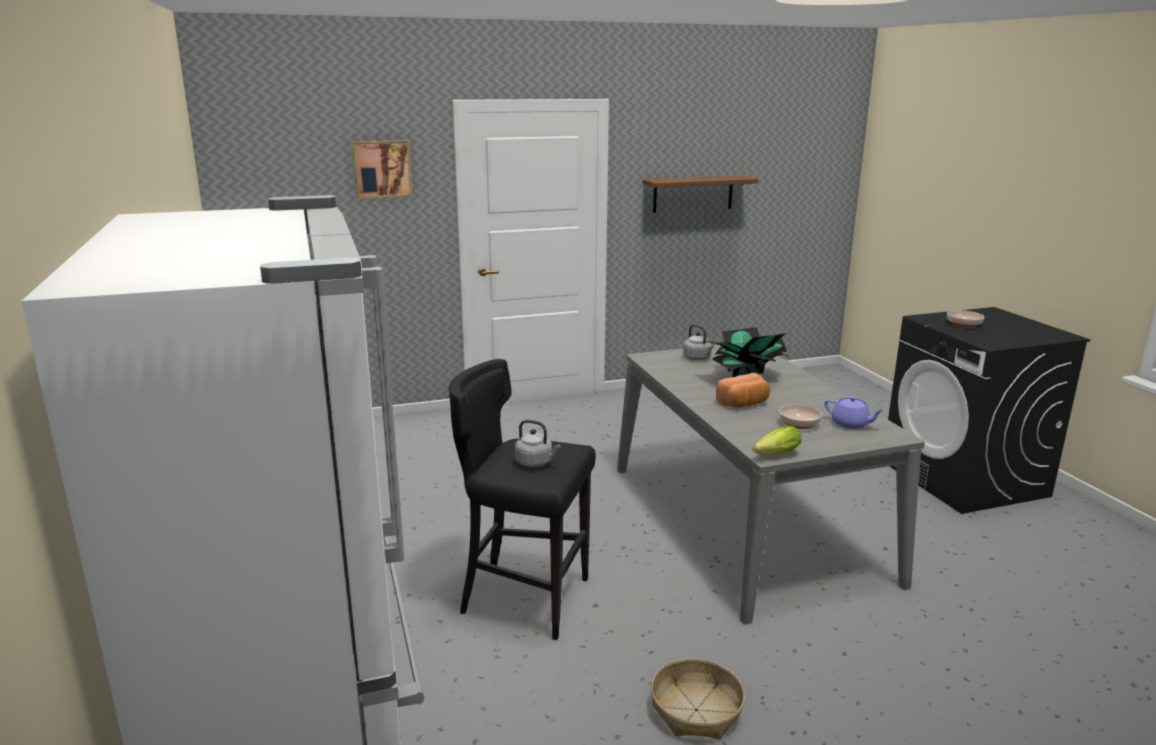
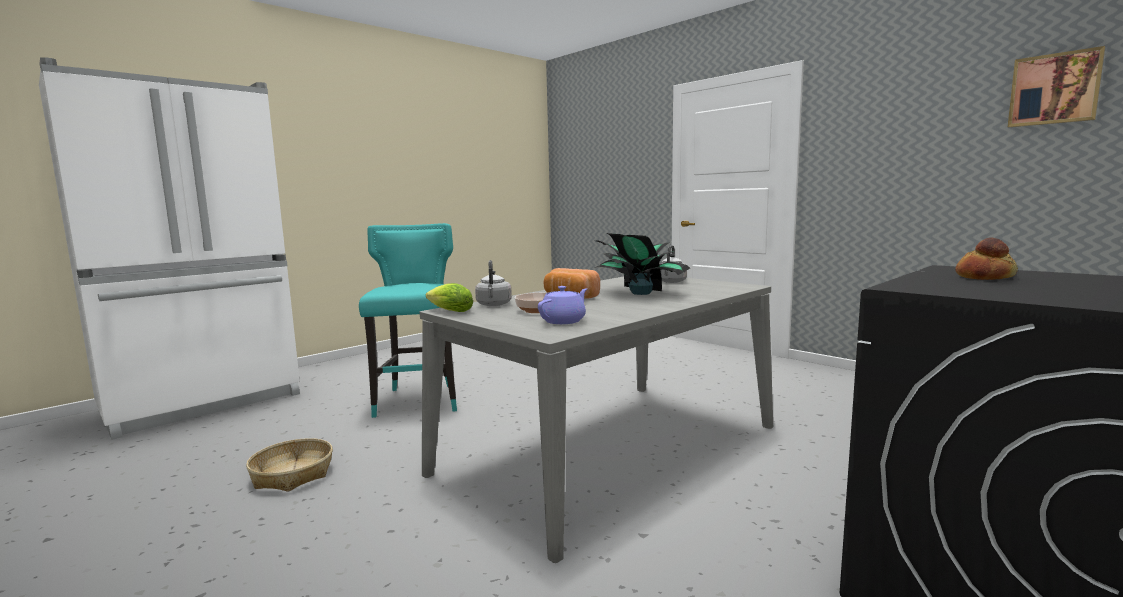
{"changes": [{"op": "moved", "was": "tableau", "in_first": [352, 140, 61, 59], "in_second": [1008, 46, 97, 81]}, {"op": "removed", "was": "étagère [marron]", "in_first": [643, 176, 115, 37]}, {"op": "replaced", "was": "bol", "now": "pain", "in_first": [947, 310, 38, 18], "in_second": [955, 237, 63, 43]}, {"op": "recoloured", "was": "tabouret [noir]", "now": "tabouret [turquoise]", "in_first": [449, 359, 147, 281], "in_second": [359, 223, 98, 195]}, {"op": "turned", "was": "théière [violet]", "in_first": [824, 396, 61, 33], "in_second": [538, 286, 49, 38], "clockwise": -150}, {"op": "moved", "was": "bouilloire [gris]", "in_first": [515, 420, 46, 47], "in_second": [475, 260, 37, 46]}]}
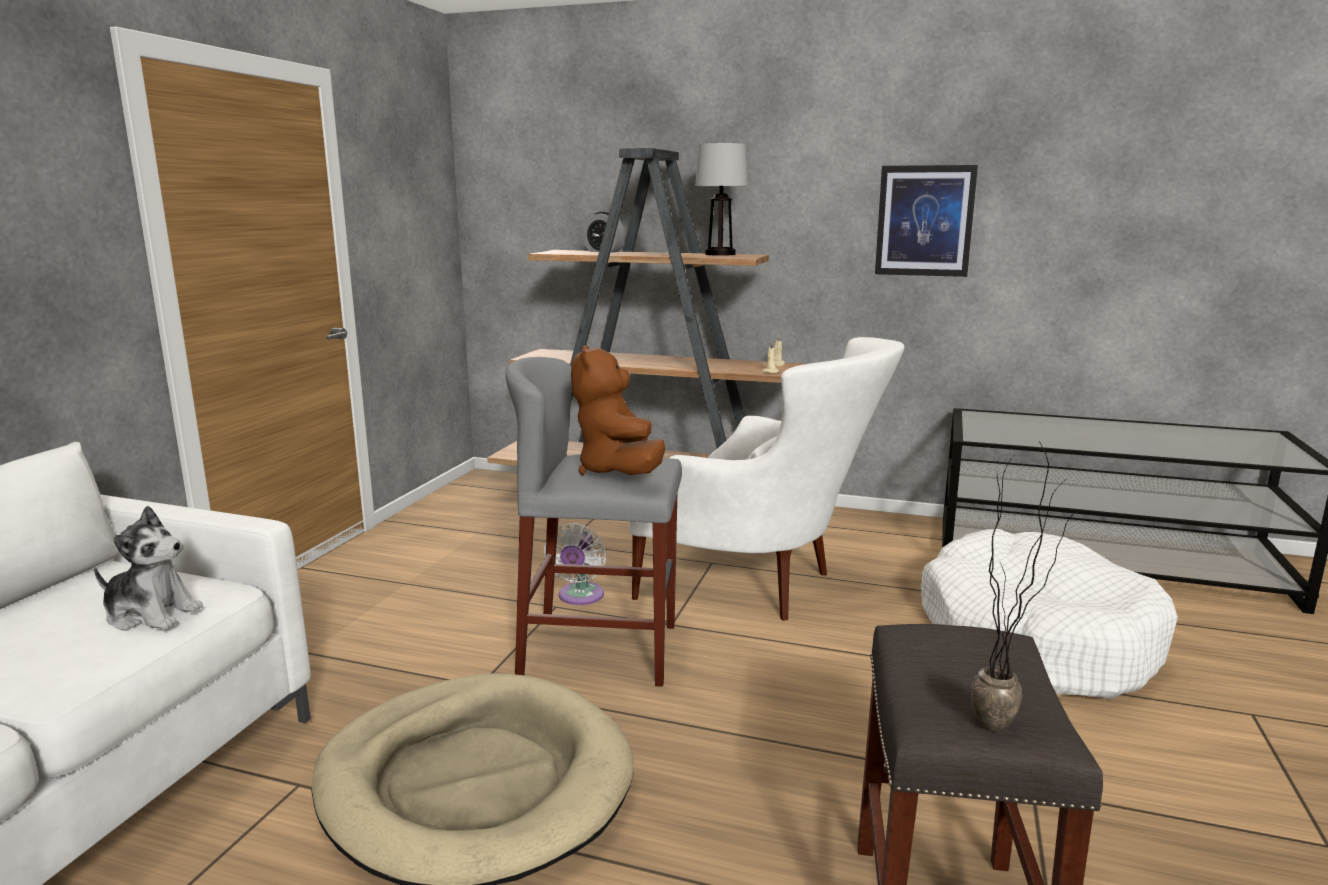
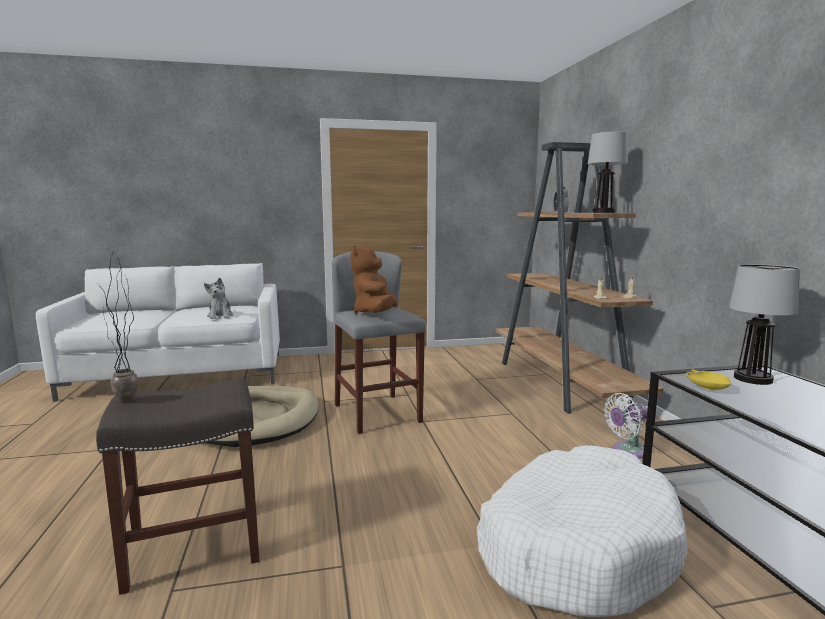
{"changes": [{"op": "removed", "was": "tableau", "in_first": [875, 165, 103, 112]}, {"op": "removed", "was": "fauteuil [blanc]", "in_first": [629, 337, 275, 284]}, {"op": "turned", "was": "peluche [marron]", "in_first": [571, 345, 94, 130], "in_second": [350, 245, 48, 69], "clockwise": -45}, {"op": "moved", "was": "ventilateur [blanc]", "in_first": [544, 523, 62, 82], "in_second": [604, 393, 43, 66]}, {"op": "added", "now": "lampe de table", "in_second": [729, 264, 71, 121]}, {"op": "added", "now": "bol [jaune]", "in_second": [686, 369, 45, 22]}]}
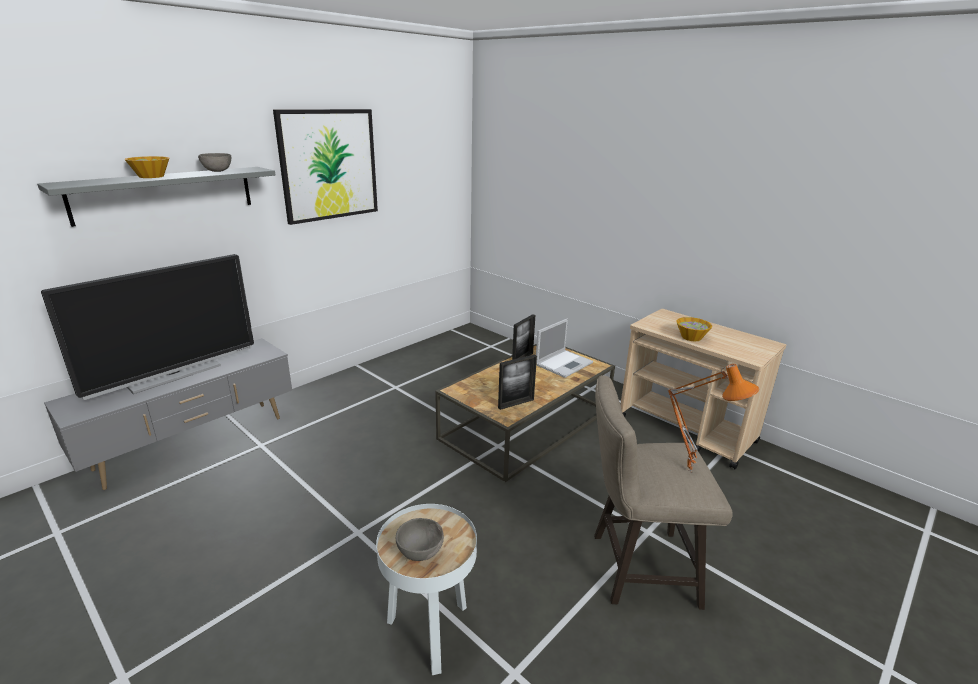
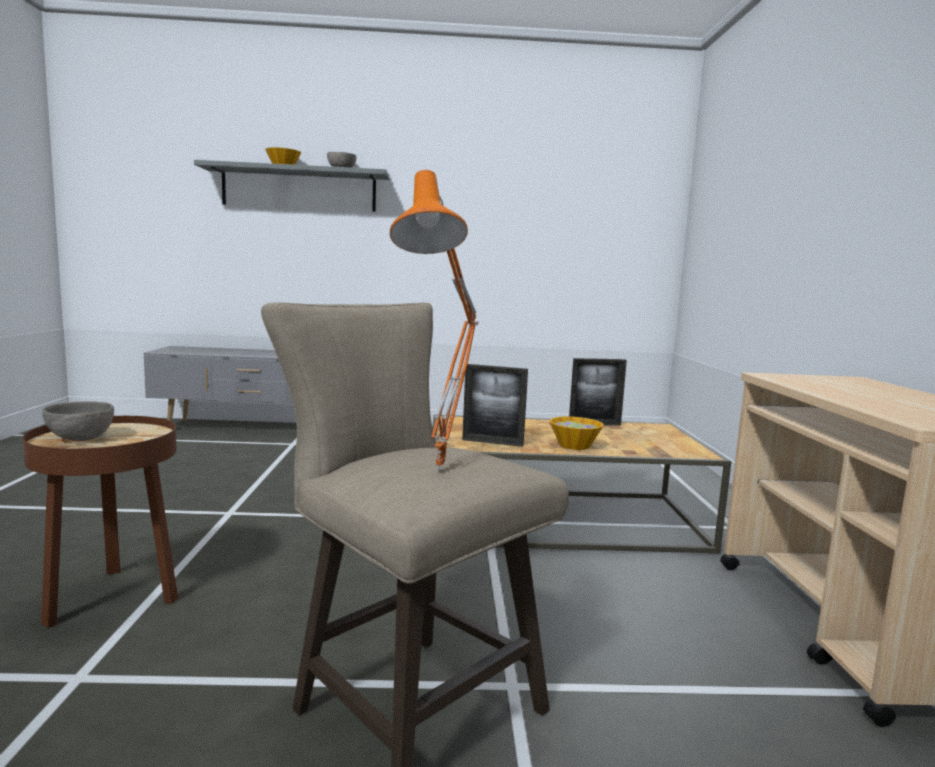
{"changes": [{"op": "removed", "was": "tableau", "in_first": [273, 109, 105, 116]}, {"op": "removed", "was": "téléviseur", "in_first": [41, 254, 213, 146]}, {"op": "moved", "was": "bol", "in_first": [676, 317, 36, 24], "in_second": [549, 416, 54, 34]}, {"op": "removed", "was": "ordinateur portable", "in_first": [536, 318, 57, 60]}, {"op": "recoloured", "was": "table d'appoint [blanc]", "now": "table d'appoint [marron]", "in_first": [376, 504, 101, 171], "in_second": [22, 416, 156, 212]}]}
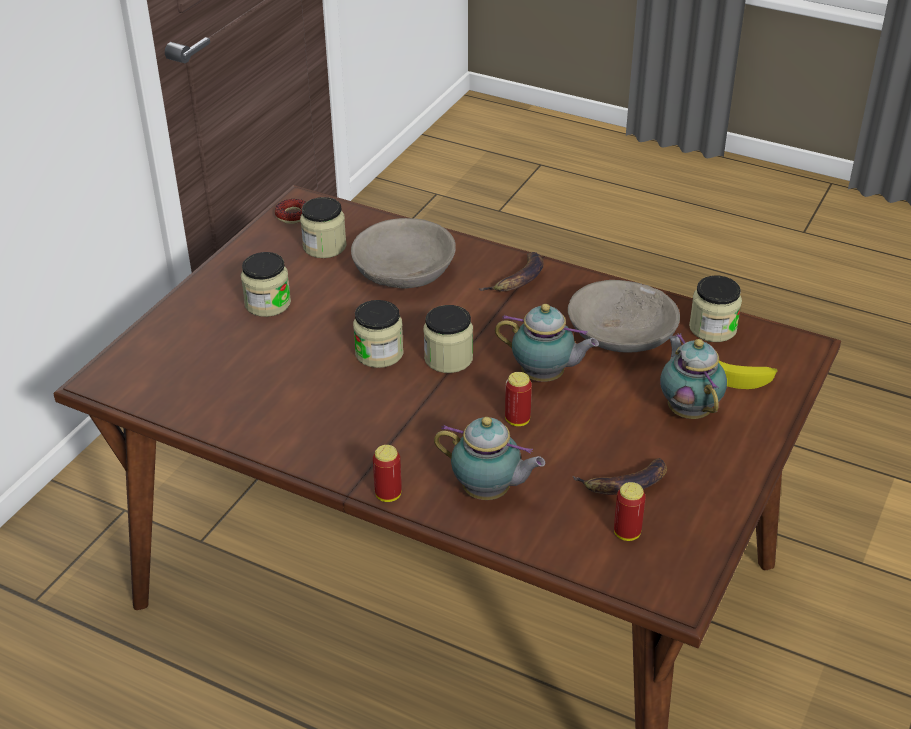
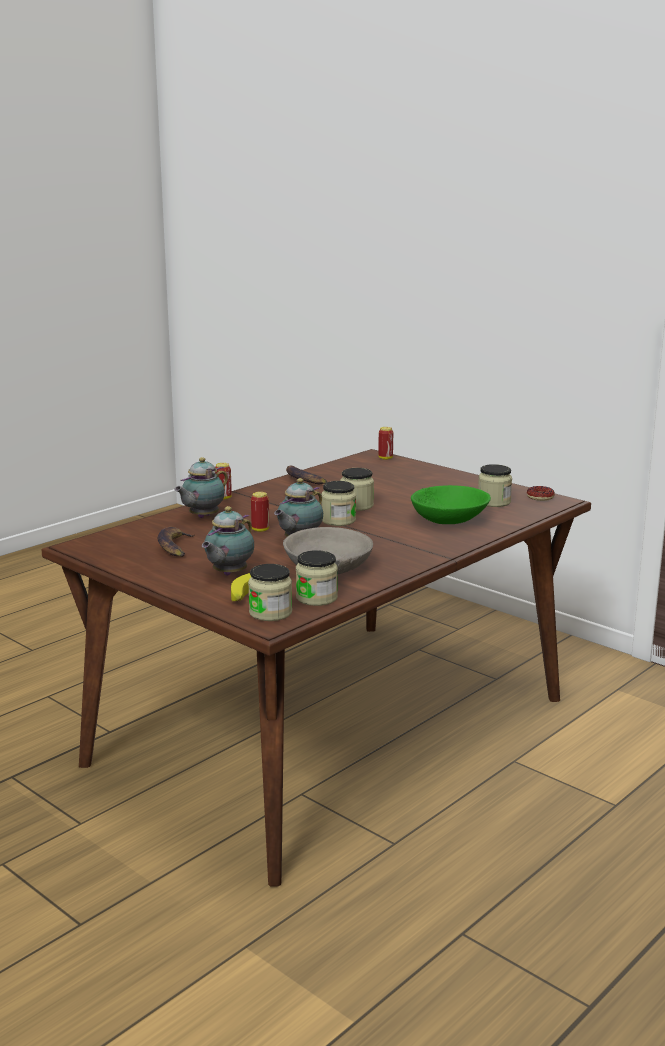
{"changes": [{"op": "recoloured", "was": "bol [gris]", "now": "bol [vert]", "in_first": [351, 218, 105, 70], "in_second": [411, 485, 80, 39]}, {"op": "moved", "was": "bocal", "in_first": [241, 252, 50, 65], "in_second": [248, 564, 44, 57]}, {"op": "moved", "was": "banane", "in_first": [479, 252, 65, 40], "in_second": [286, 465, 41, 19]}, {"op": "turned", "was": "théière", "in_first": [660, 333, 67, 86], "in_second": [202, 506, 52, 70], "clockwise": 120}, {"op": "moved", "was": "boîte métallique", "in_first": [614, 482, 32, 59], "in_second": [378, 427, 15, 33]}]}
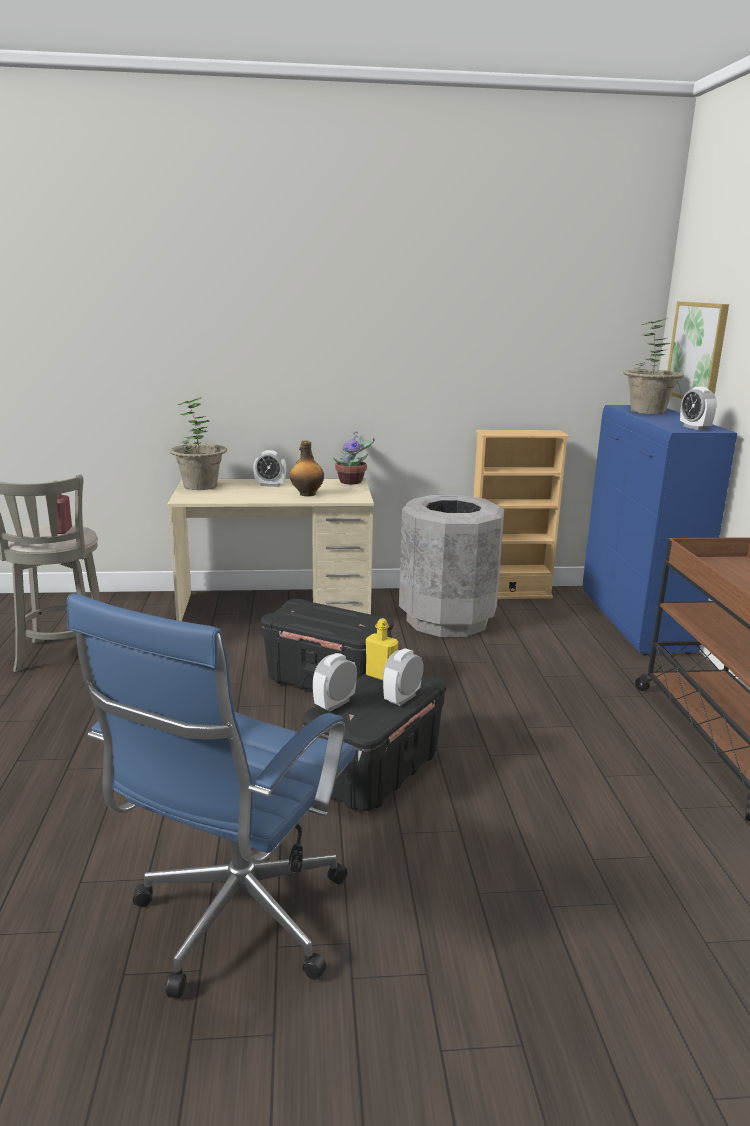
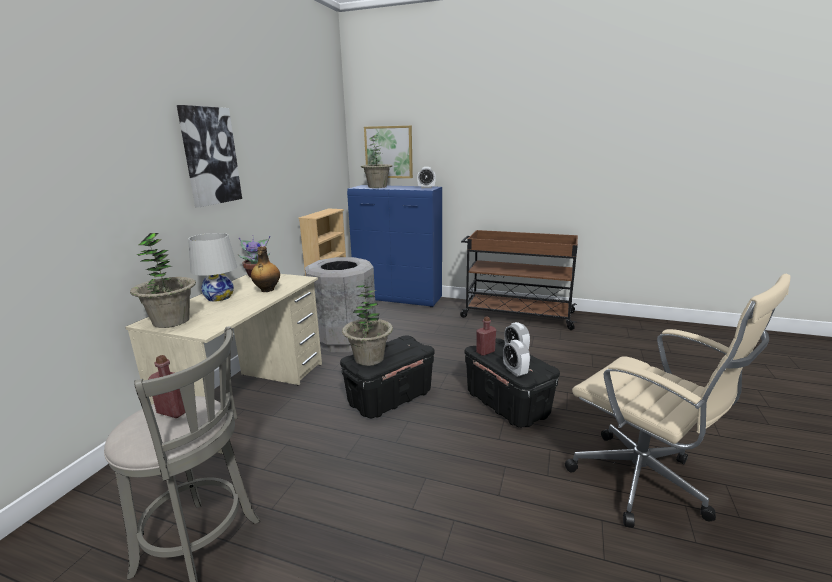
{"changes": [{"op": "replaced", "was": "réveil", "now": "lampe de table [blanc]", "in_first": [253, 450, 33, 37], "in_second": [188, 233, 49, 68]}, {"op": "recoloured", "was": "chaise de bureau [bleu]", "now": "chaise de bureau [beige]", "in_first": [67, 593, 289, 406], "in_second": [565, 274, 226, 254]}, {"op": "recoloured", "was": "bouteille [jaune]", "now": "bouteille [rouge]", "in_first": [366, 618, 32, 62], "in_second": [476, 316, 20, 40]}, {"op": "added", "now": "tableau", "in_second": [177, 105, 65, 102]}, {"op": "added", "now": "plante en pot", "in_second": [342, 285, 51, 81]}]}
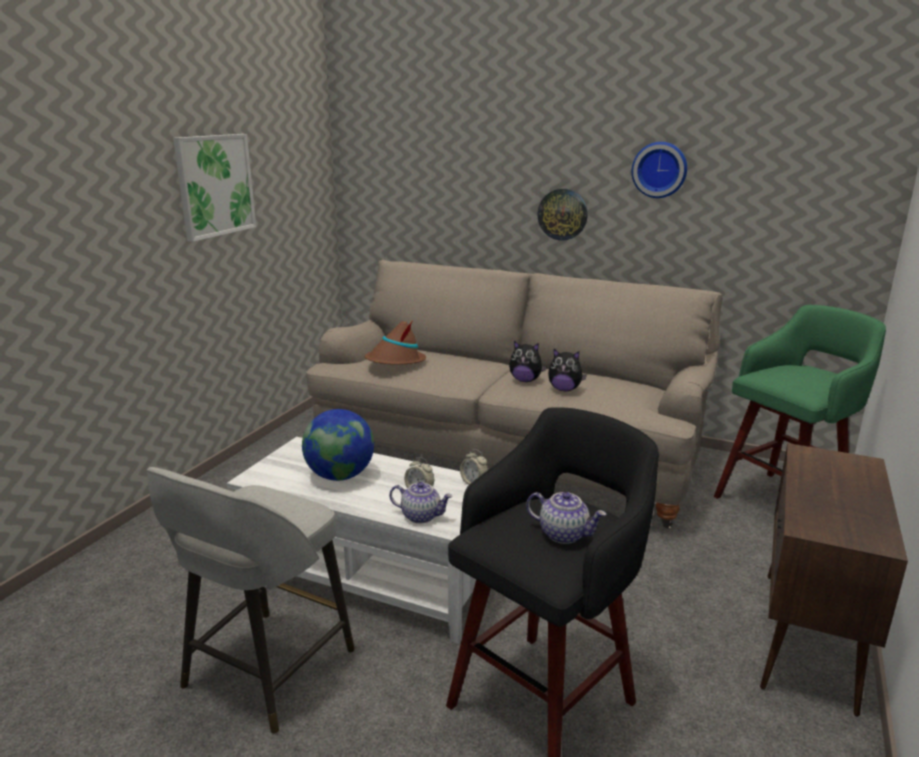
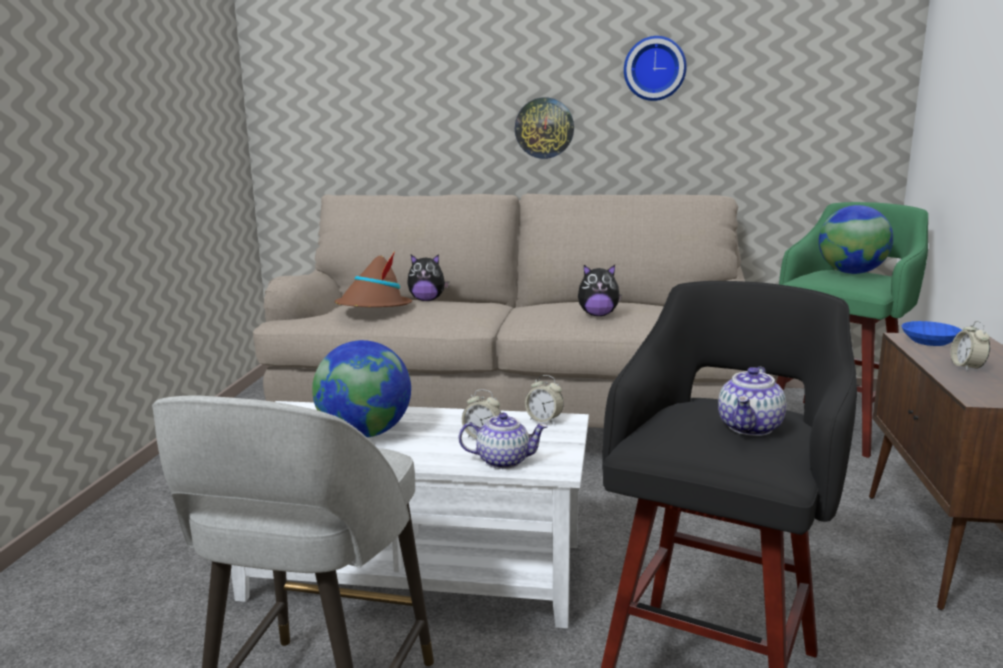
{"changes": [{"op": "removed", "was": "tableau", "in_first": [173, 134, 83, 108]}, {"op": "moved", "was": "peluche", "in_first": [509, 341, 38, 41], "in_second": [407, 254, 42, 47]}, {"op": "turned", "was": "théière", "in_first": [526, 492, 80, 52], "in_second": [718, 367, 68, 69], "clockwise": 105}, {"op": "added", "now": "globe", "in_second": [819, 205, 74, 69]}, {"op": "added", "now": "bol [bleu]", "in_second": [902, 321, 60, 25]}, {"op": "added", "now": "réveil", "in_second": [950, 321, 40, 50]}]}
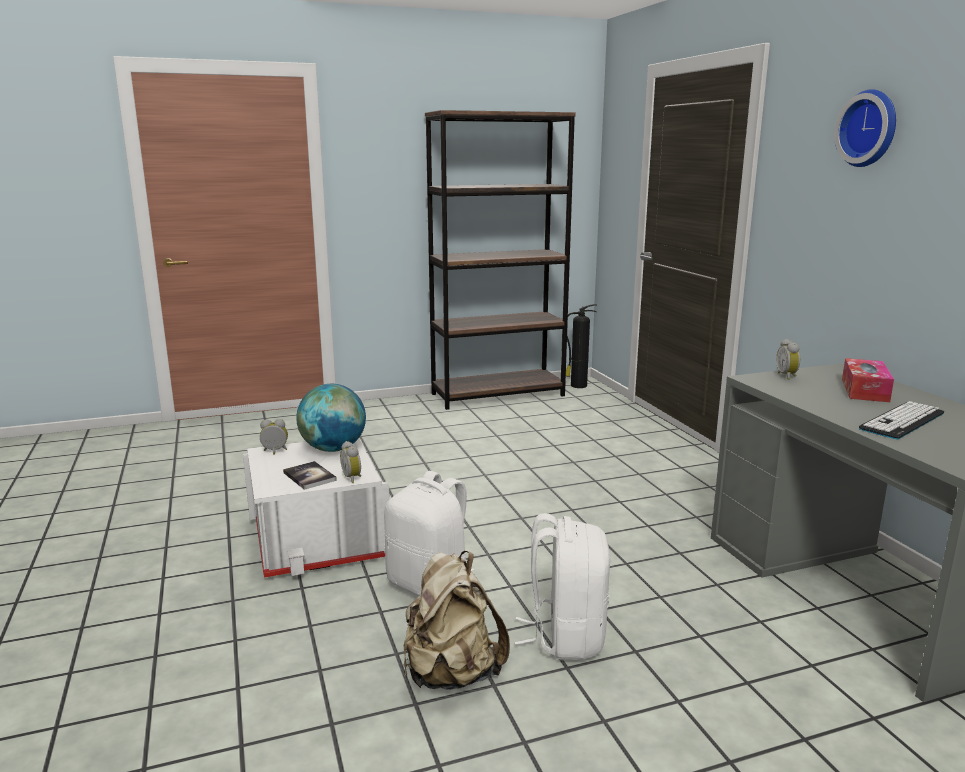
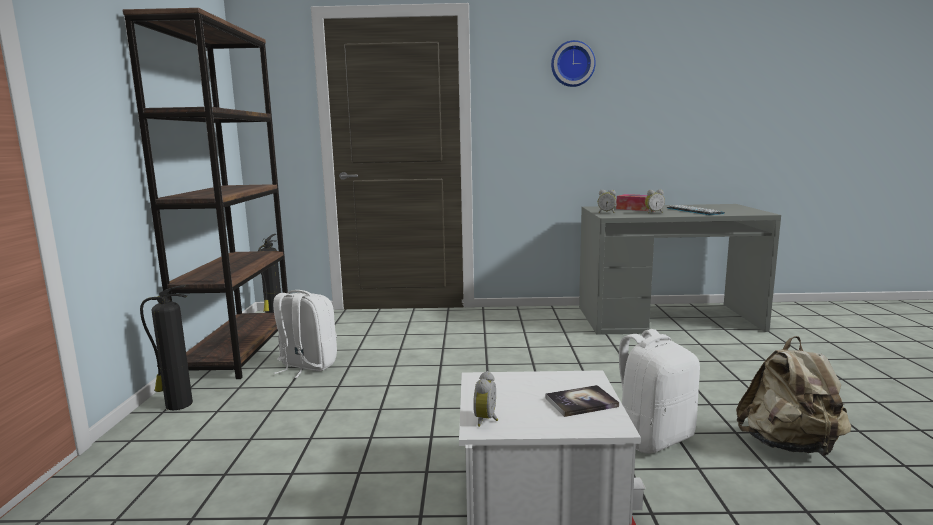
{"changes": [{"op": "removed", "was": "globe", "in_first": [296, 384, 70, 68]}, {"op": "moved", "was": "réveil", "in_first": [340, 441, 21, 42], "in_second": [645, 189, 20, 25]}, {"op": "moved", "was": "sac à dos [blanc]", "in_first": [514, 513, 96, 147], "in_second": [273, 290, 64, 88]}, {"op": "added", "now": "extincteur", "in_second": [140, 285, 53, 125]}]}
